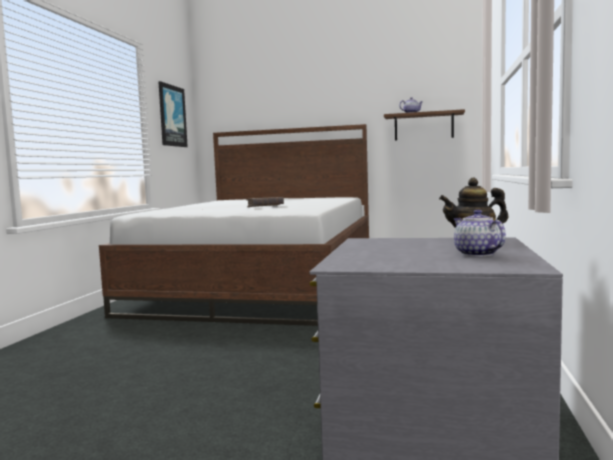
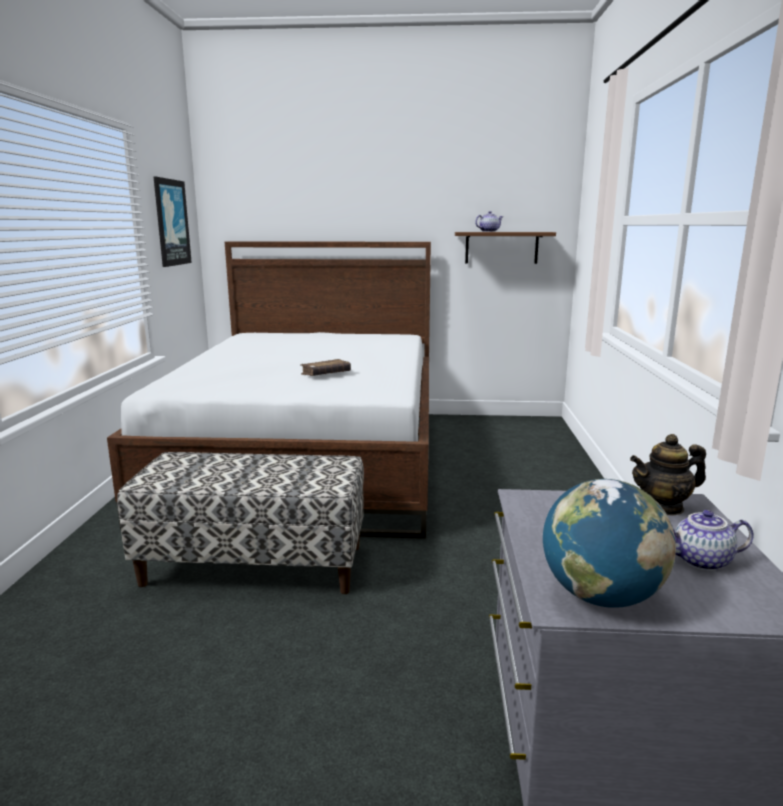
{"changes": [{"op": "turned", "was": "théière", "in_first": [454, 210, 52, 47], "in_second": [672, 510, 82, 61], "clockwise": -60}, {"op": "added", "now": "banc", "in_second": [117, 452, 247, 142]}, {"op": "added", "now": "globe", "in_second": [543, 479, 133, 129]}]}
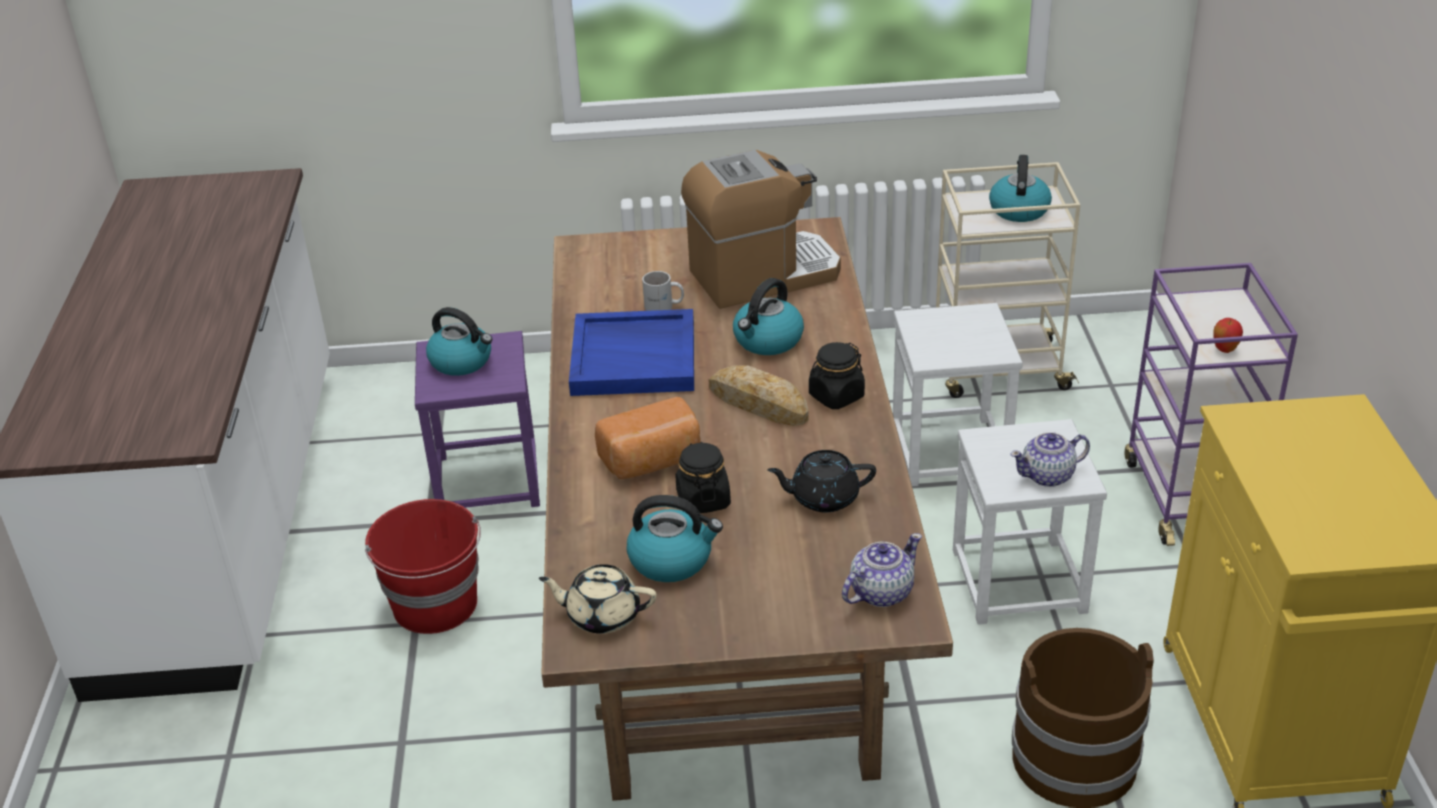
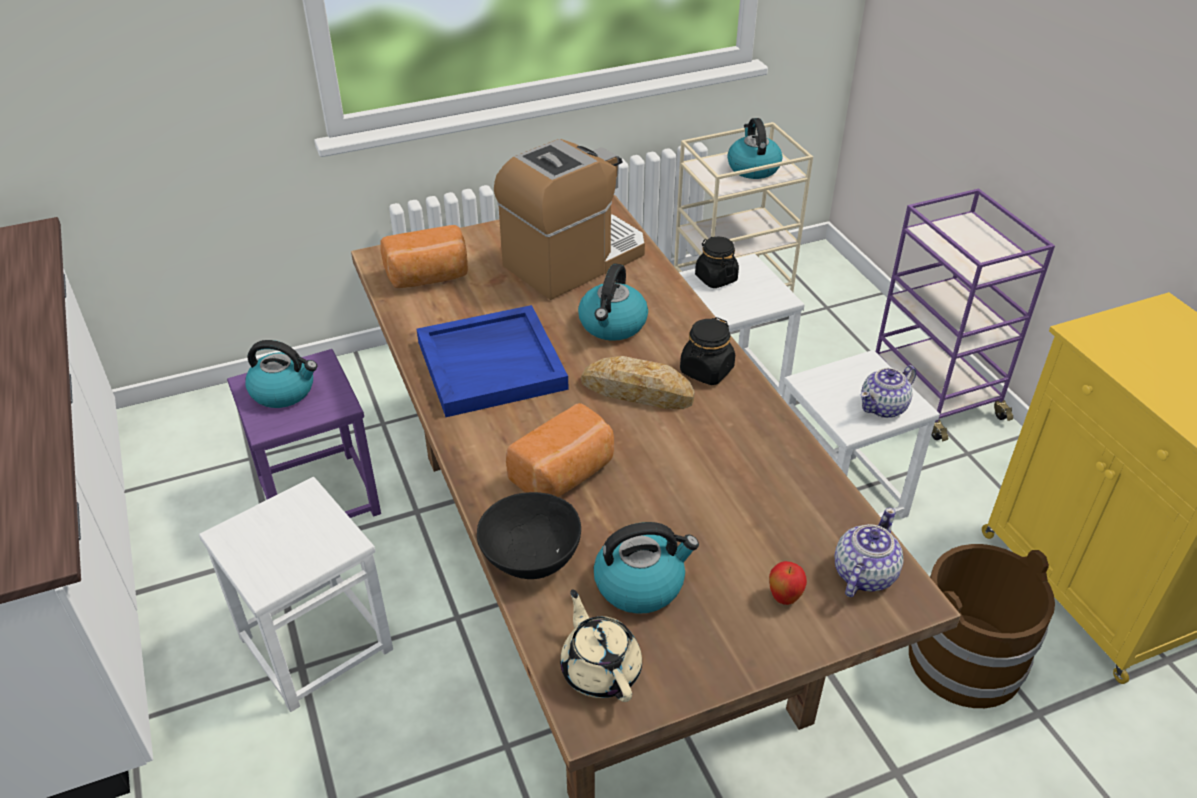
{"changes": [{"op": "removed", "was": "mug [blanc]", "in_first": [642, 271, 42, 40]}, {"op": "moved", "was": "pomme", "in_first": [1213, 318, 30, 35], "in_second": [769, 561, 38, 44]}, {"op": "moved", "was": "bocal [noir]", "in_first": [675, 442, 56, 71], "in_second": [695, 237, 44, 51]}, {"op": "removed", "was": "théière [noir]", "in_first": [767, 450, 109, 62]}, {"op": "replaced", "was": "seau [rouge]", "now": "tabouret [blanc]", "in_first": [365, 499, 116, 135], "in_second": [199, 477, 194, 235]}, {"op": "turned", "was": "théière [beige]", "in_first": [539, 564, 118, 70], "in_second": [560, 589, 82, 113], "clockwise": 75}, {"op": "added", "now": "pain", "in_second": [380, 225, 88, 63]}, {"op": "added", "now": "bol [noir]", "in_second": [477, 492, 104, 87]}]}
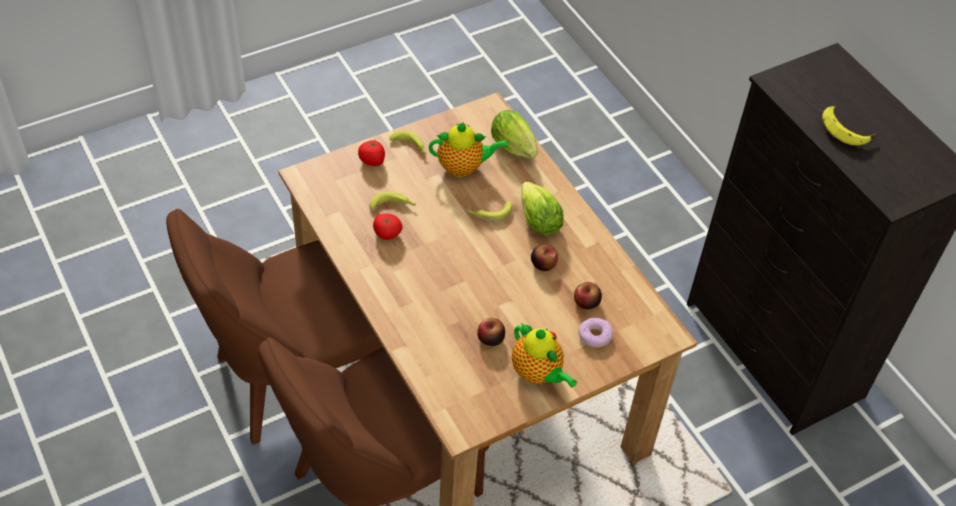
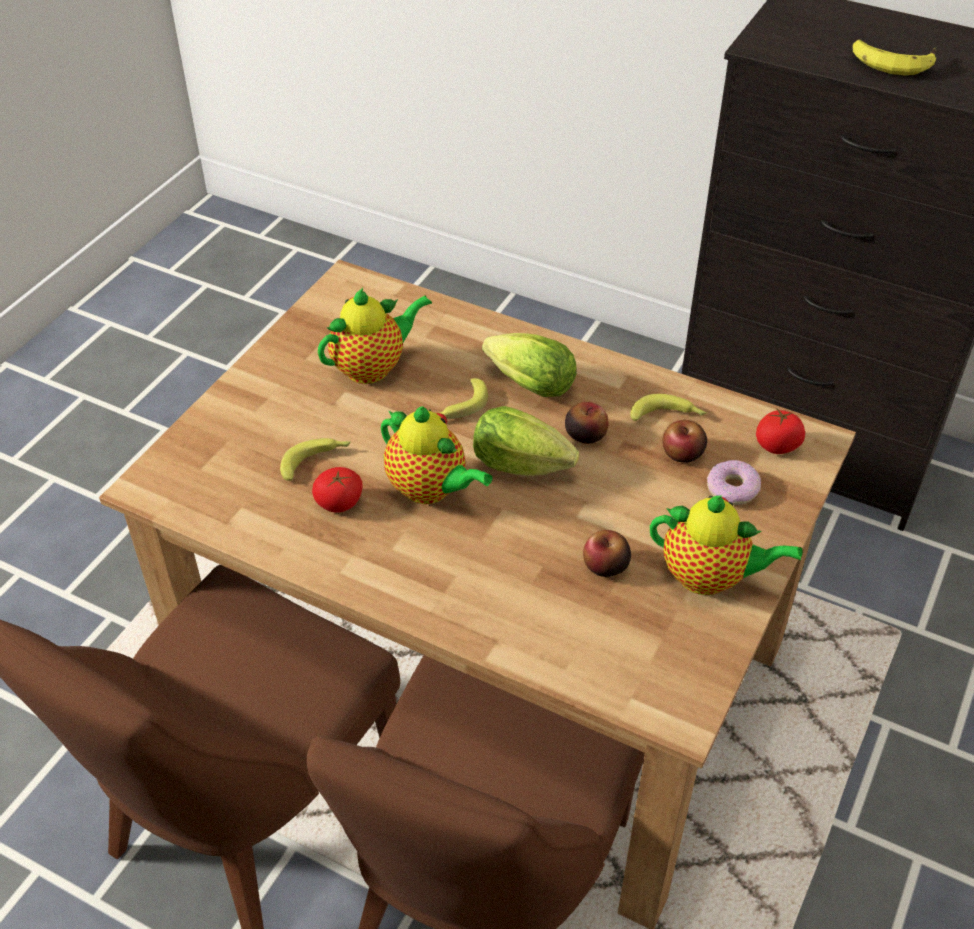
{"changes": [{"op": "moved", "was": "laitue", "in_first": [491, 110, 47, 48], "in_second": [473, 406, 106, 70]}, {"op": "moved", "was": "banane", "in_first": [389, 130, 38, 24], "in_second": [630, 394, 77, 27]}, {"op": "moved", "was": "tomate", "in_first": [358, 140, 27, 26], "in_second": [756, 408, 49, 46]}, {"op": "added", "now": "théière", "in_second": [381, 406, 111, 98]}]}
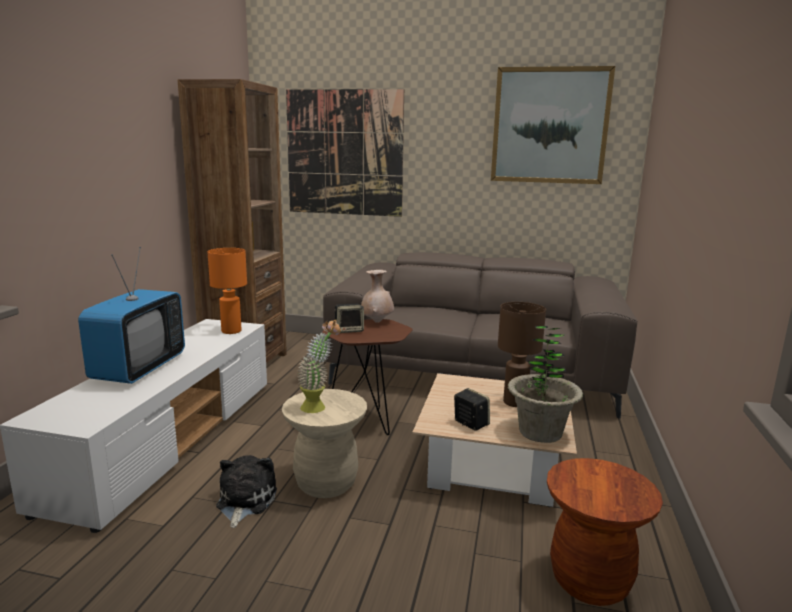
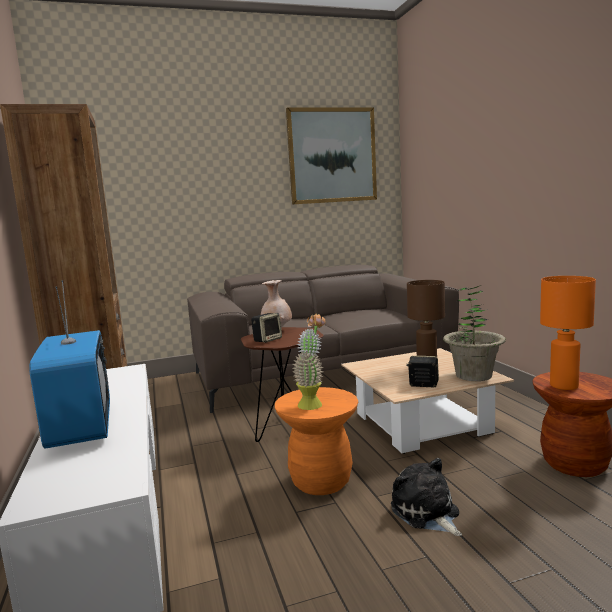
{"changes": [{"op": "removed", "was": "tableau", "in_first": [286, 89, 118, 128]}, {"op": "moved", "was": "lampe de table [orange]", "in_first": [207, 248, 40, 86], "in_second": [540, 276, 56, 114]}, {"op": "recoloured", "was": "tabouret [beige]", "now": "tabouret [orange]", "in_first": [282, 389, 85, 109], "in_second": [275, 387, 83, 108]}, {"op": "moved", "was": "peluche", "in_first": [216, 455, 61, 73], "in_second": [391, 458, 71, 78]}]}
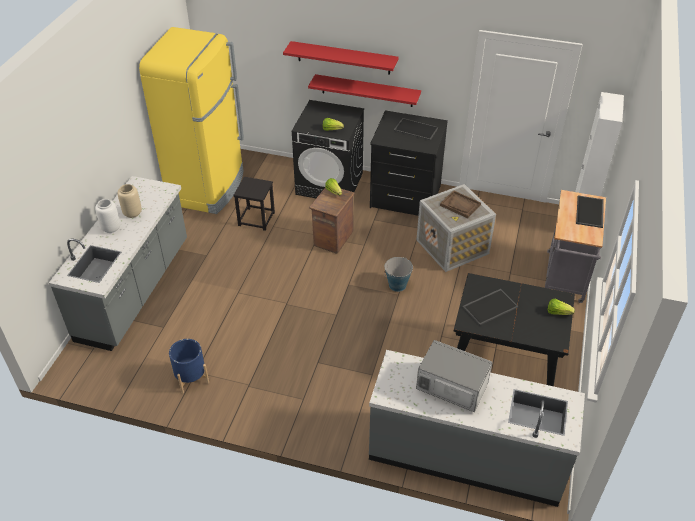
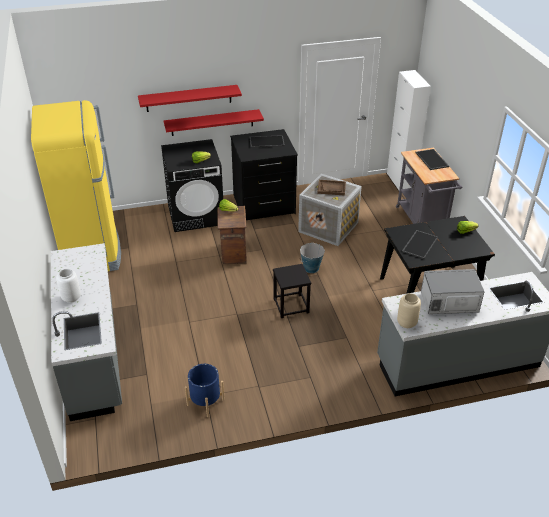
{"changes": [{"op": "moved", "was": "tabouret [noir]", "in_first": [233, 177, 42, 54], "in_second": [273, 264, 38, 54]}, {"op": "moved", "was": "vase [beige]", "in_first": [118, 184, 24, 34], "in_second": [397, 293, 24, 35]}]}
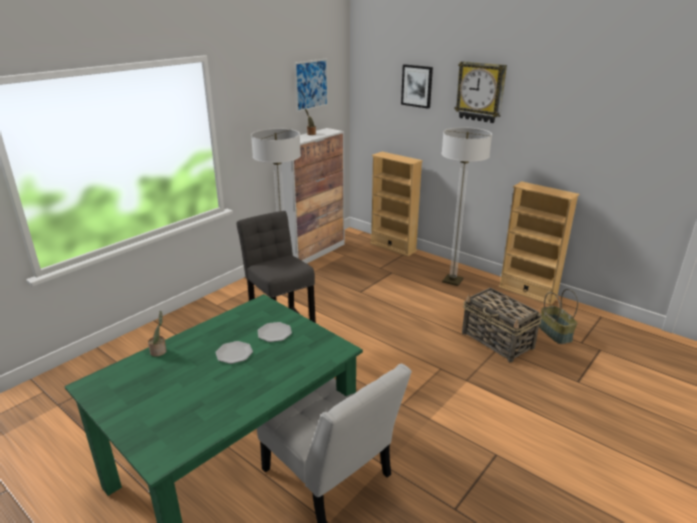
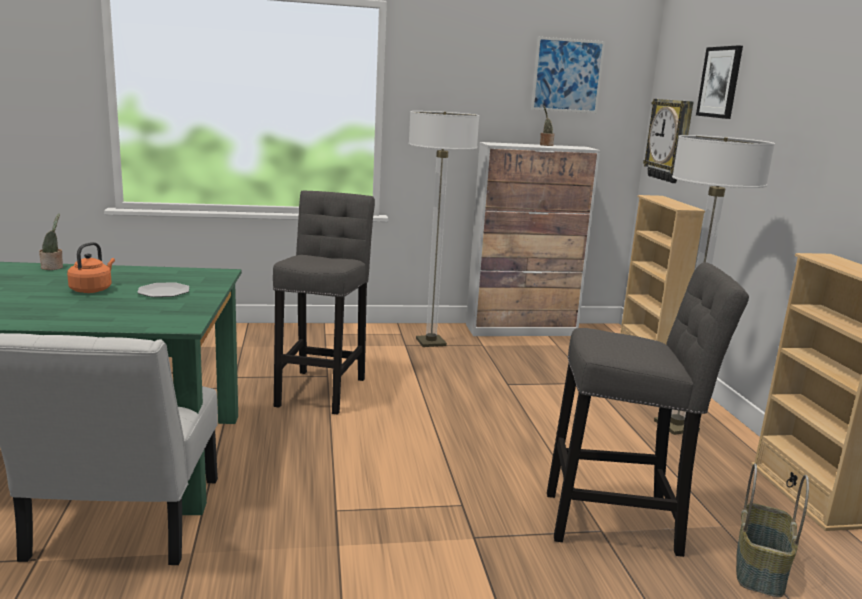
{"changes": [{"op": "moved", "was": "horloge murale", "in_first": [455, 61, 52, 62], "in_second": [643, 99, 50, 84]}, {"op": "replaced", "was": "panier", "now": "tabouret [gris]", "in_first": [462, 288, 80, 74], "in_second": [547, 262, 202, 295]}, {"op": "replaced", "was": "assiette", "now": "bouilloire [orange]", "in_first": [215, 341, 38, 23], "in_second": [67, 242, 48, 51]}]}
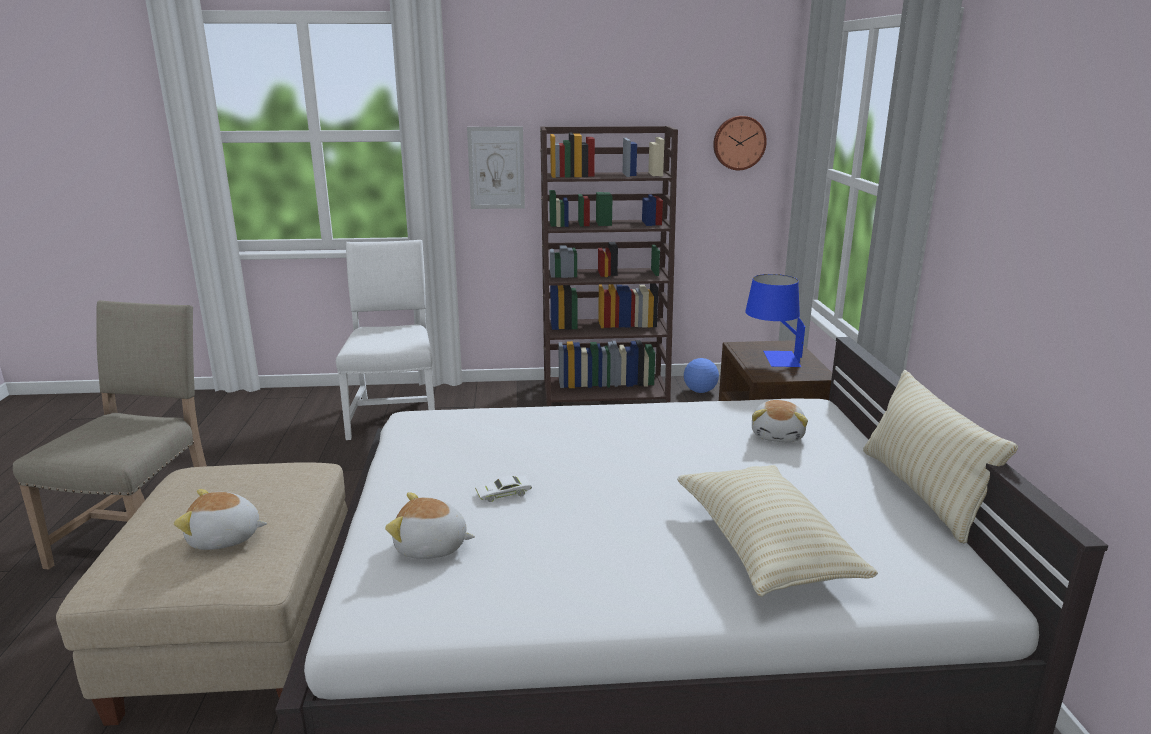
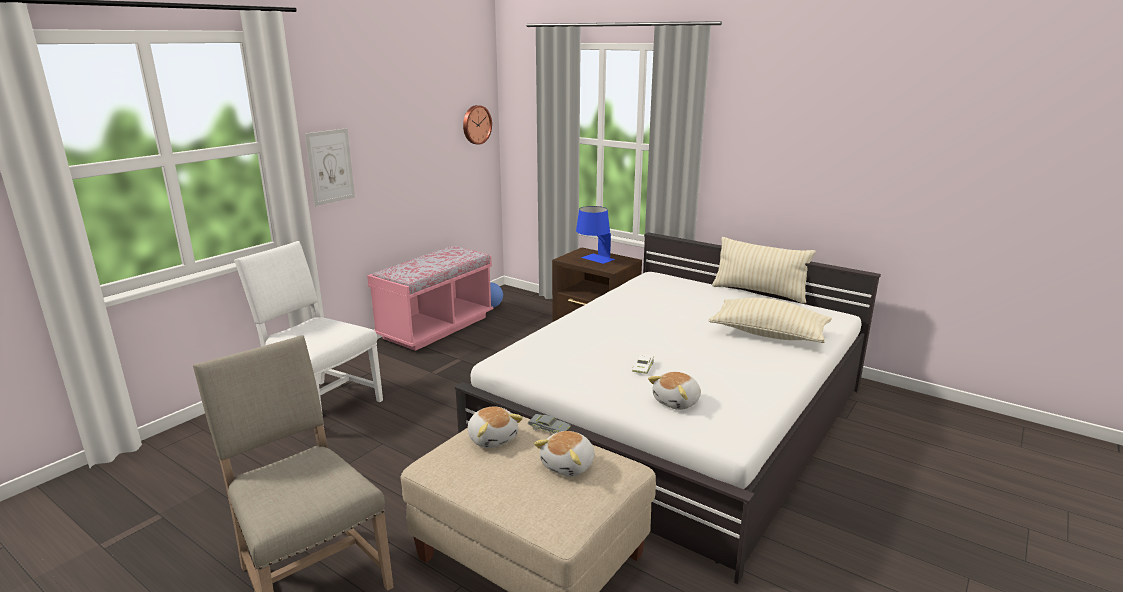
{"changes": [{"op": "replaced", "was": "bibliothèque [marron]", "now": "banc [rose]", "in_first": [540, 126, 138, 280], "in_second": [367, 246, 126, 105]}, {"op": "moved", "was": "peluche", "in_first": [752, 400, 56, 43], "in_second": [468, 406, 55, 42]}, {"op": "added", "now": "petite voiture [gris]", "in_second": [528, 414, 43, 20]}]}
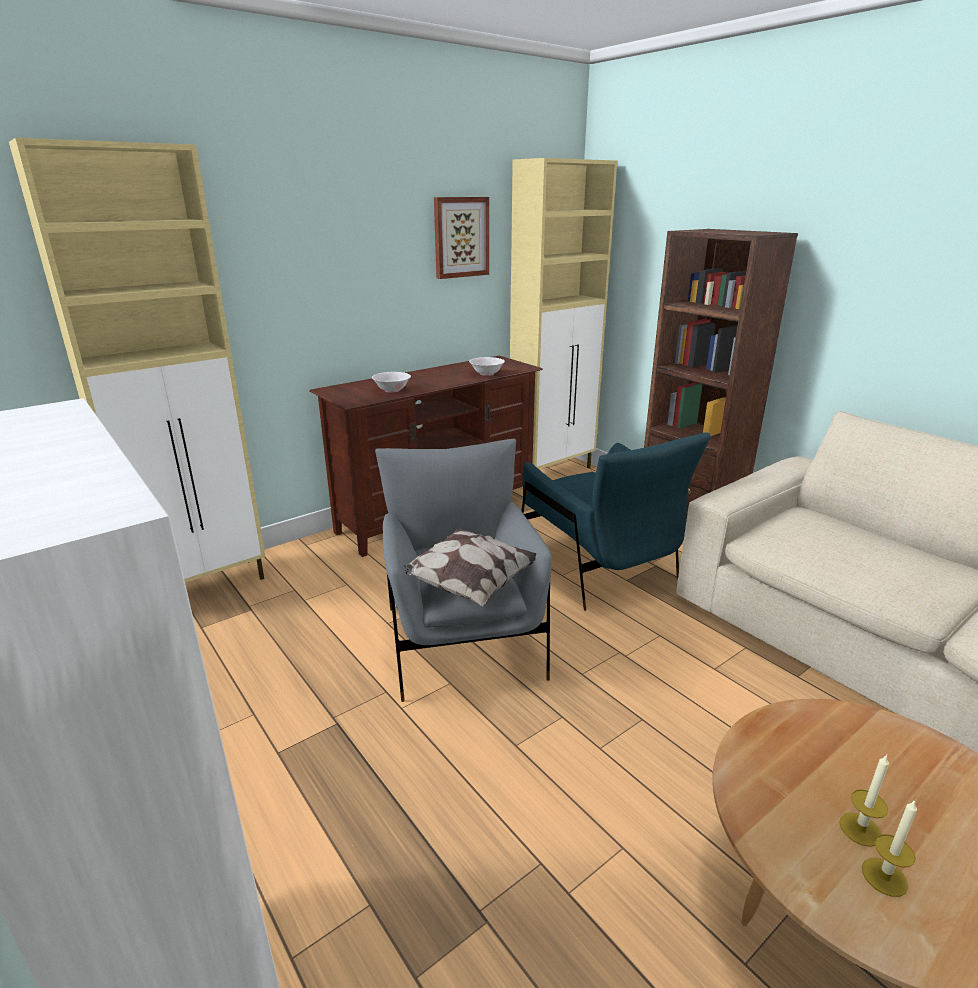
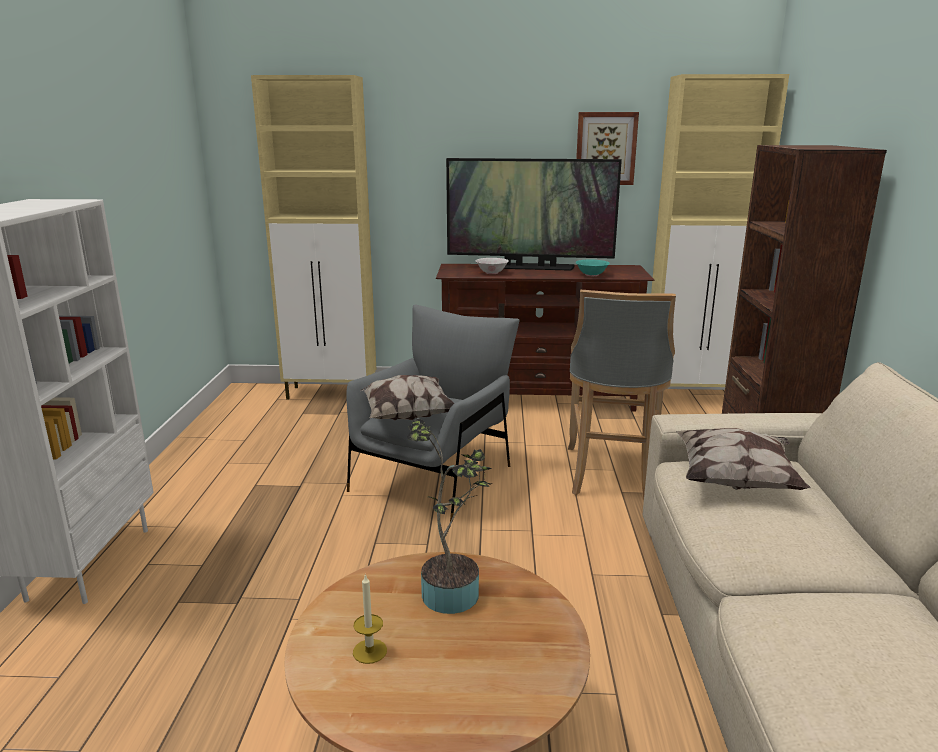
{"changes": [{"op": "recoloured", "was": "bol [blanc]", "now": "bol [turquoise]", "in_first": [469, 357, 36, 19], "in_second": [576, 260, 34, 16]}, {"op": "replaced", "was": "fauteuil [bleu]", "now": "tabouret [gris]", "in_first": [522, 433, 188, 178], "in_second": [567, 290, 109, 209]}, {"op": "removed", "was": "bougie", "in_first": [839, 755, 50, 92]}, {"op": "added", "now": "téléviseur", "in_second": [446, 158, 176, 113]}, {"op": "added", "now": "plante en pot", "in_second": [407, 419, 84, 195]}, {"op": "added", "now": "coussin", "in_second": [676, 428, 135, 62]}]}
